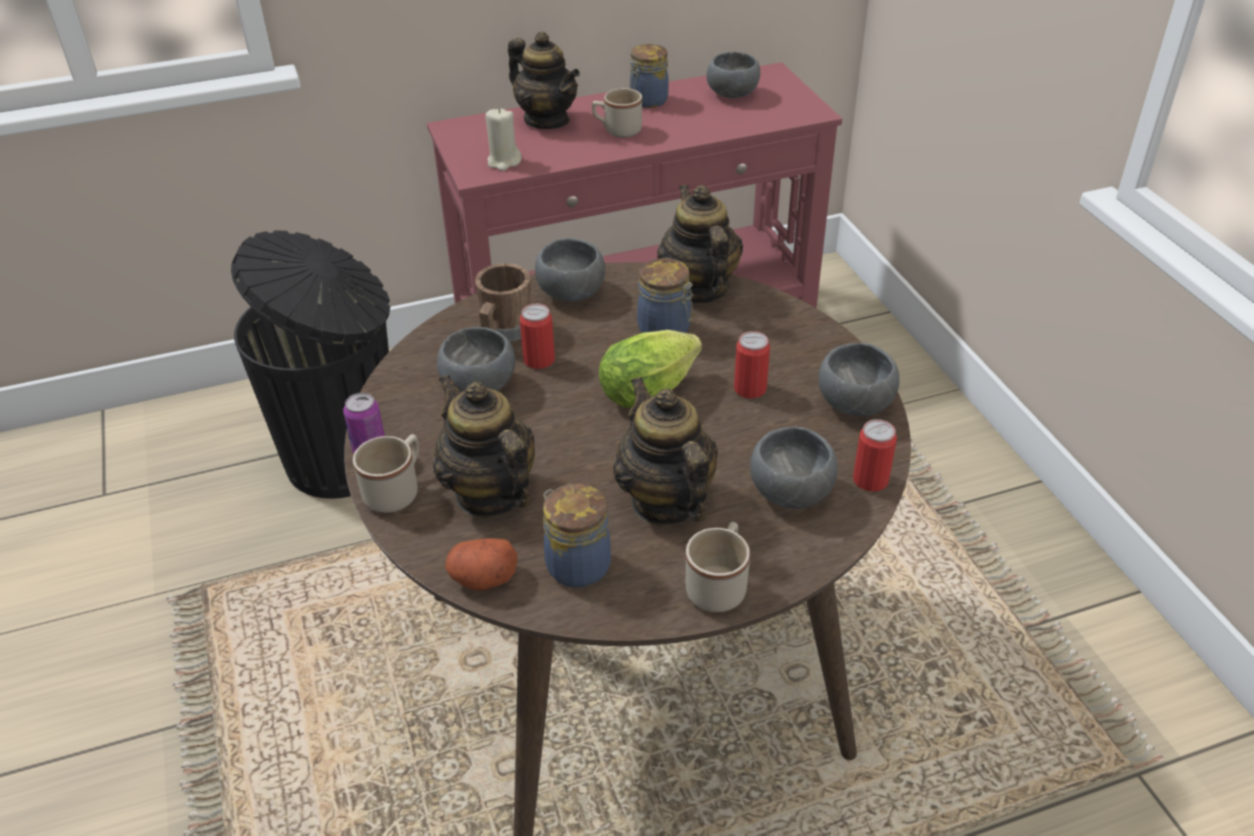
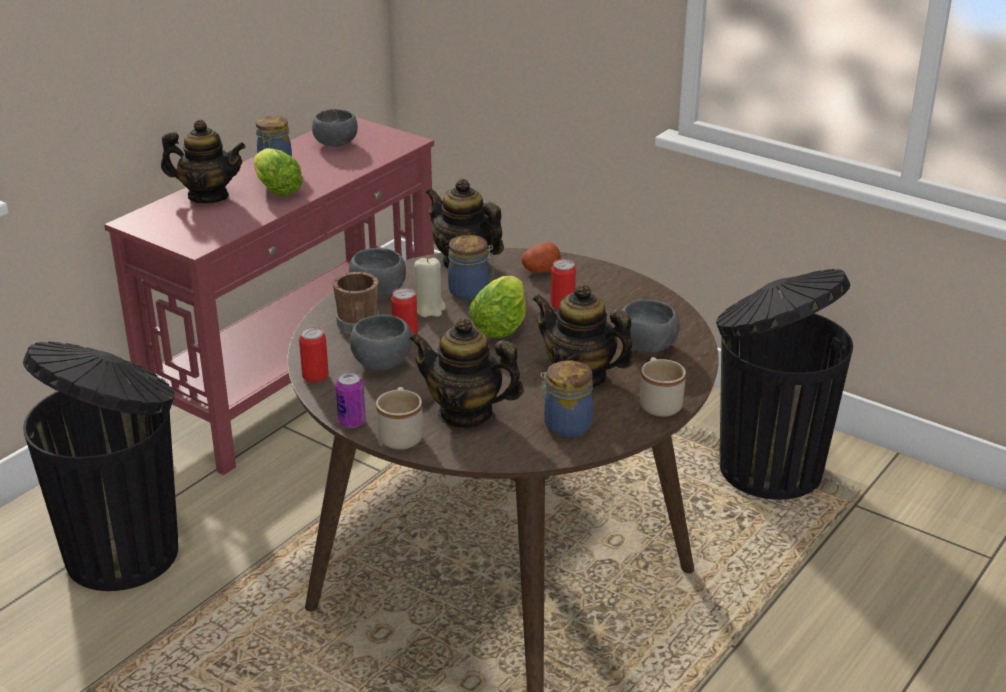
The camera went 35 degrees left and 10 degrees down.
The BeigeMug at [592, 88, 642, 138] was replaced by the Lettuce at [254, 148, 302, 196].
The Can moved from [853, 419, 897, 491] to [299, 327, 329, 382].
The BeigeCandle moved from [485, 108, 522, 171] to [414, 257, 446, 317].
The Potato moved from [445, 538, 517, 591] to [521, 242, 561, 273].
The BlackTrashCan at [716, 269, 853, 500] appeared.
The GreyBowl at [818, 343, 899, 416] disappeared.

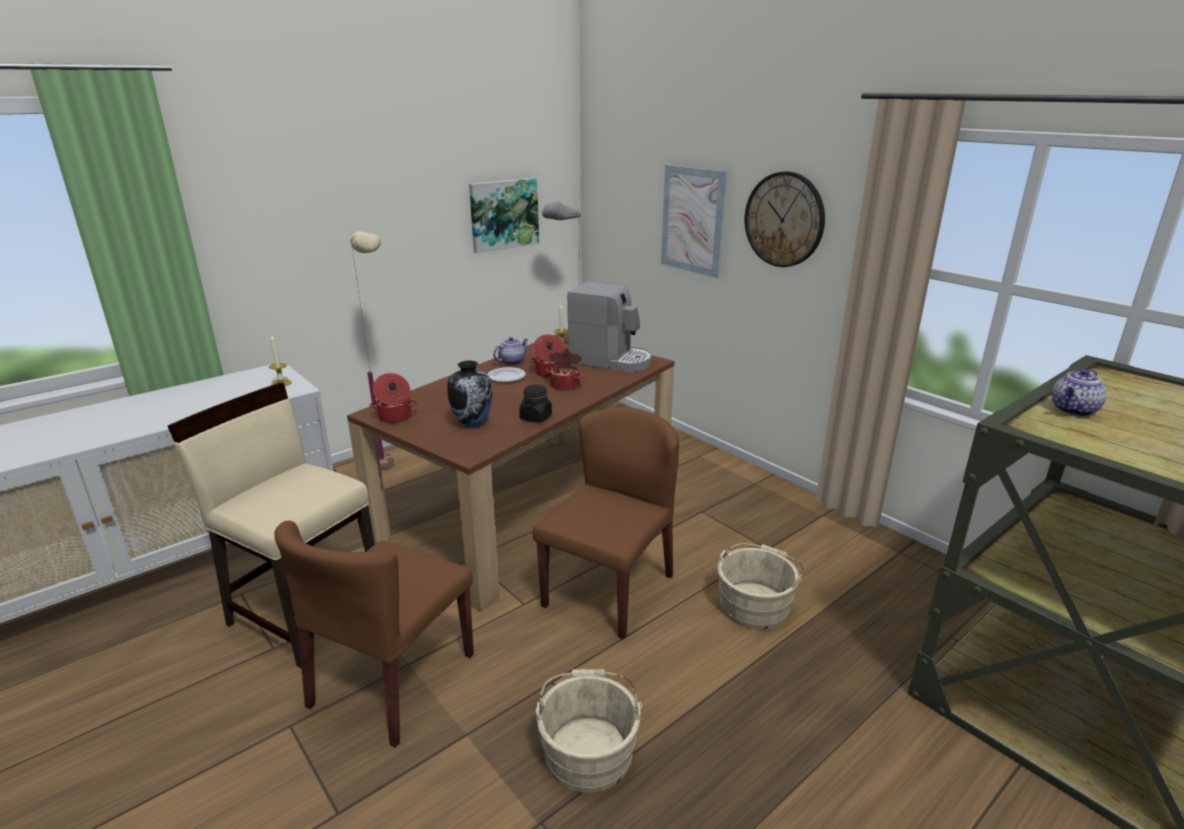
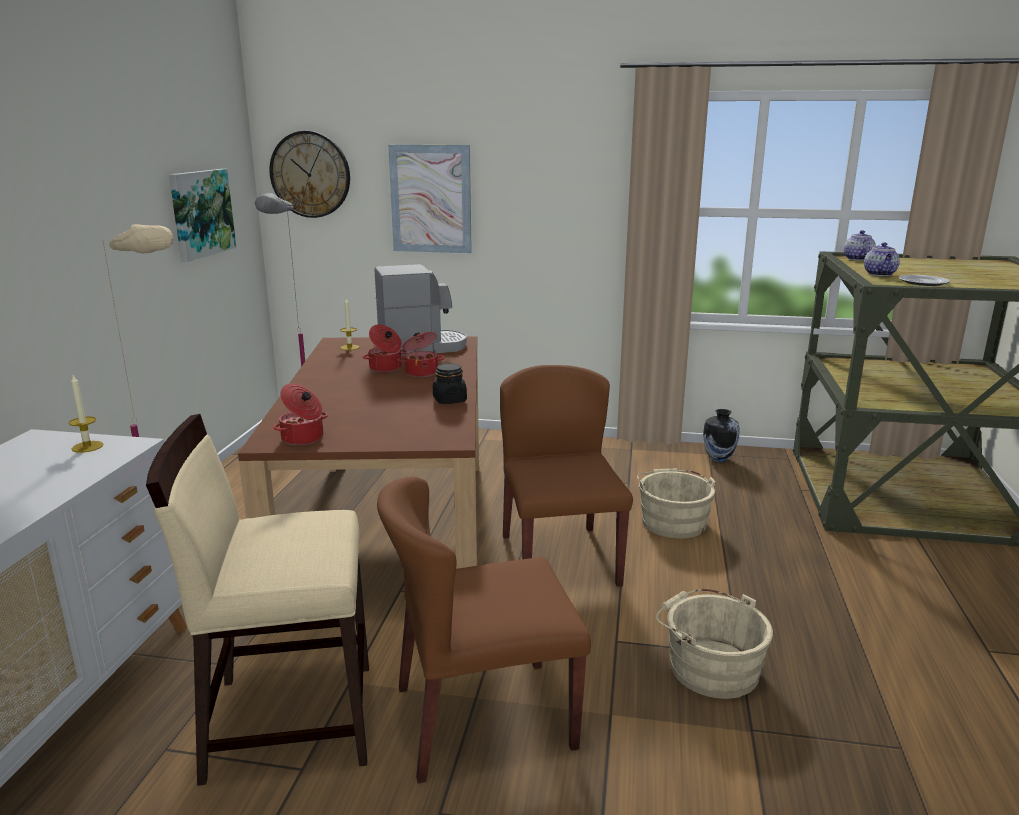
The camera went 40 degrees left and 5 degrees down.
The WallClock moved from [745, 171, 825, 267] to [269, 131, 350, 218].
The BrownChair at [275, 520, 474, 748] turned 90 degrees clockwise.
The Vase moved from [447, 361, 492, 428] to [703, 409, 740, 462].
The Teapot moved from [493, 337, 529, 365] to [844, 230, 876, 261].
The Plate moved from [488, 367, 526, 382] to [898, 275, 950, 286].

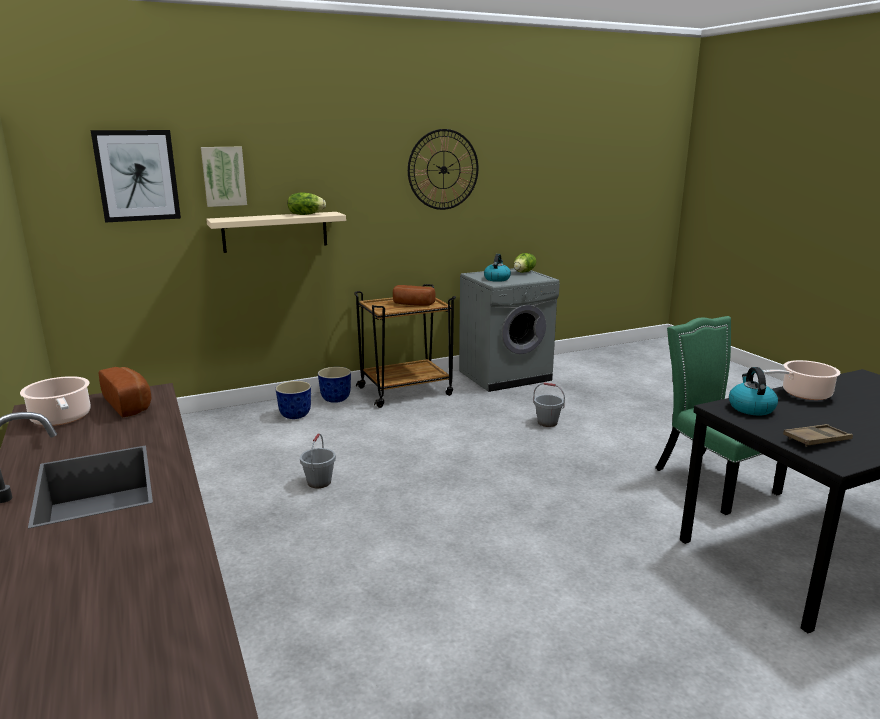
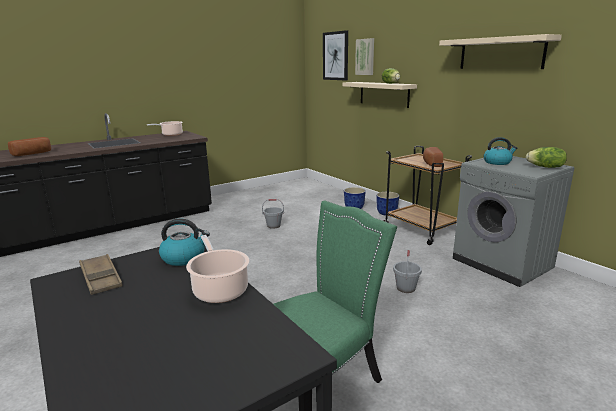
The camera went 80 degrees right and 0 degrees up.
The Bread moved from [98, 367, 152, 417] to [8, 137, 51, 156].
The WallClock at [408, 129, 478, 210] was replaced by the BeigeShelf at [439, 34, 562, 69].

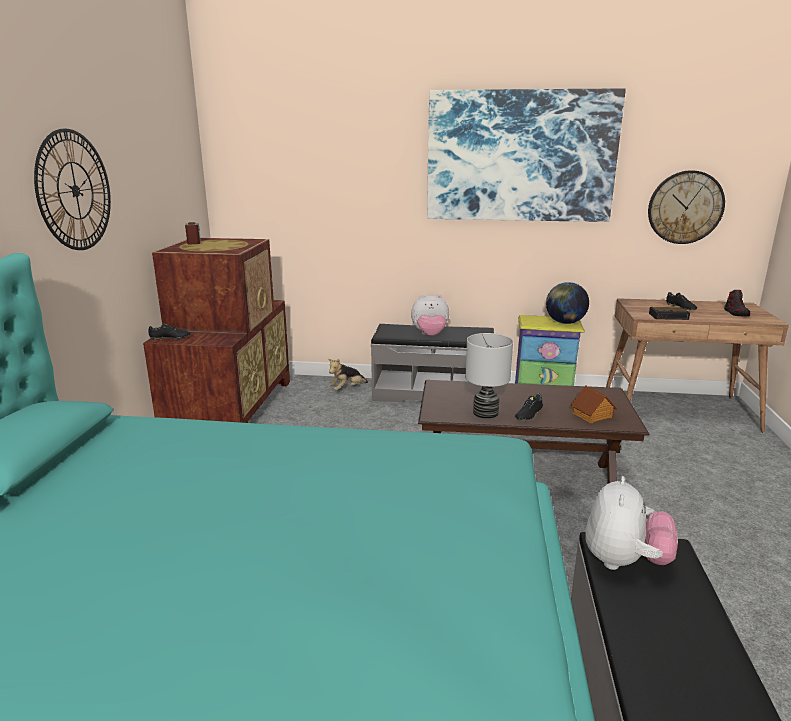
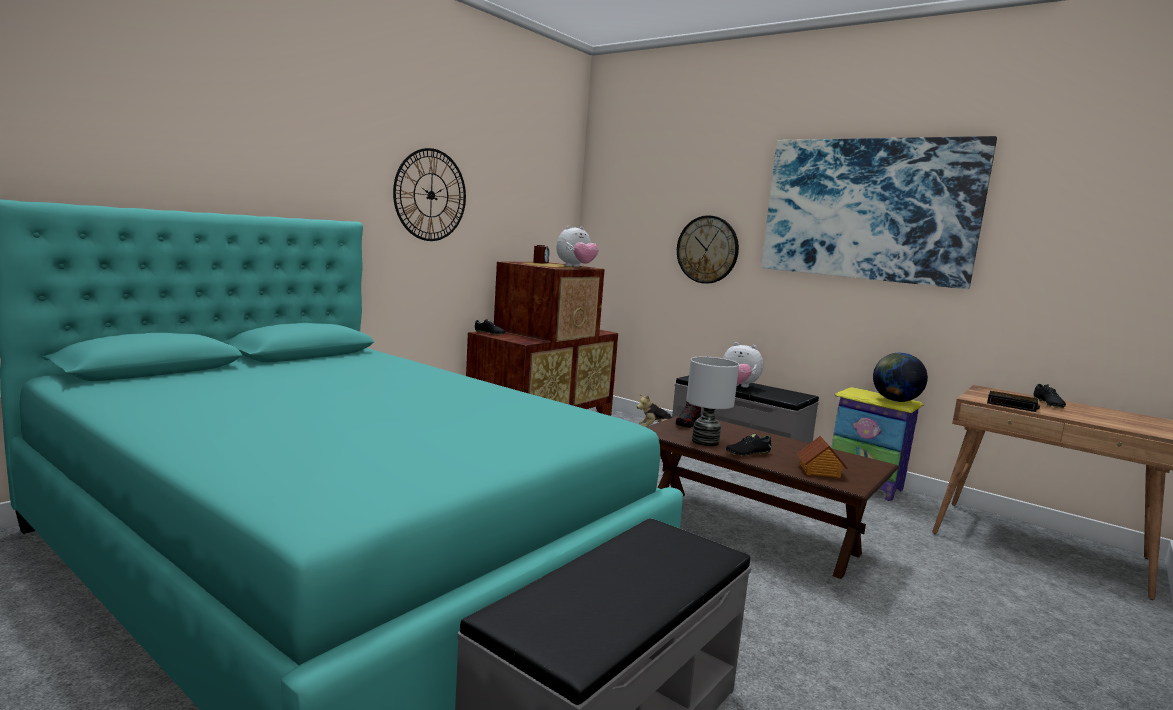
The camera went 30 degrees right and 10 degrees down.
The PlushToy moved from [585, 476, 678, 570] to [556, 225, 599, 267].
The Shoe moved from [724, 290, 750, 317] to [676, 401, 701, 428].
The WallClock moved from [648, 170, 725, 244] to [677, 215, 739, 284].

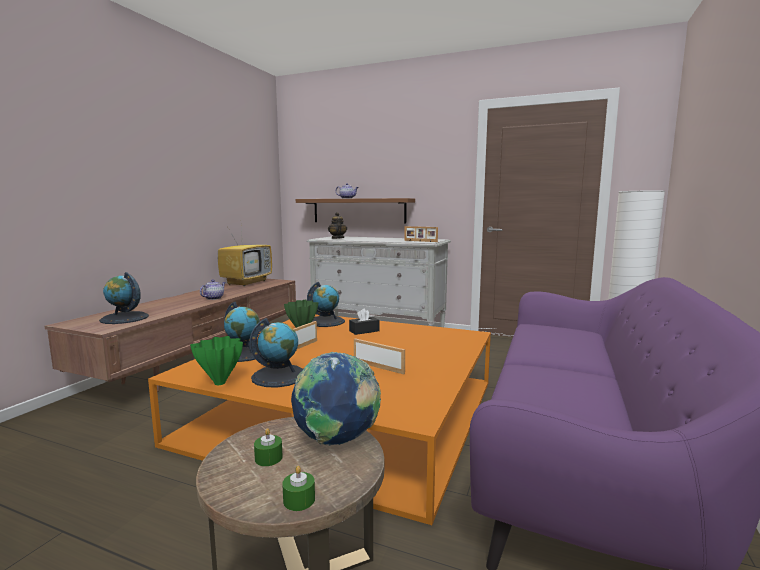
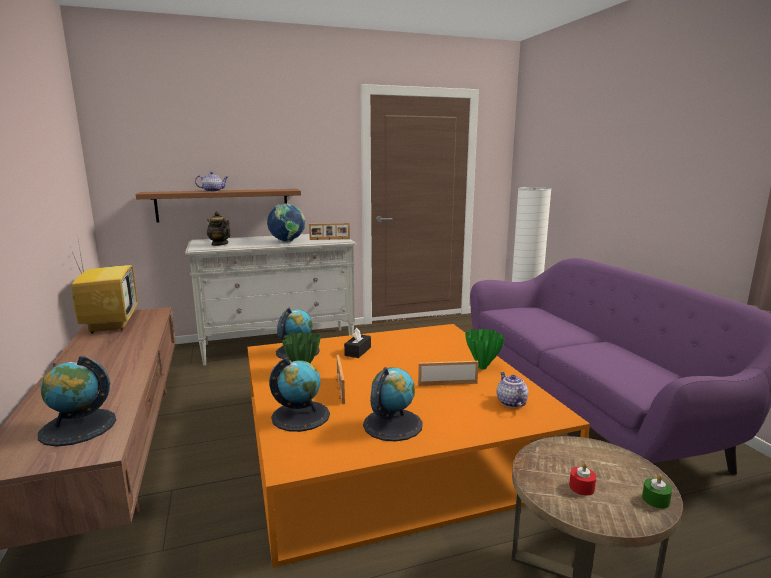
The camera went 40 degrees left and 5 degrees up.
The Globe moved from [291, 352, 381, 446] to [267, 204, 305, 242].
The GreenVase moved from [190, 336, 243, 385] to [465, 329, 505, 370].
The Teapot moved from [200, 280, 226, 300] to [496, 372, 529, 408].
The GreenCandle at [254, 428, 283, 466] became the RedCandle at [569, 462, 596, 496].

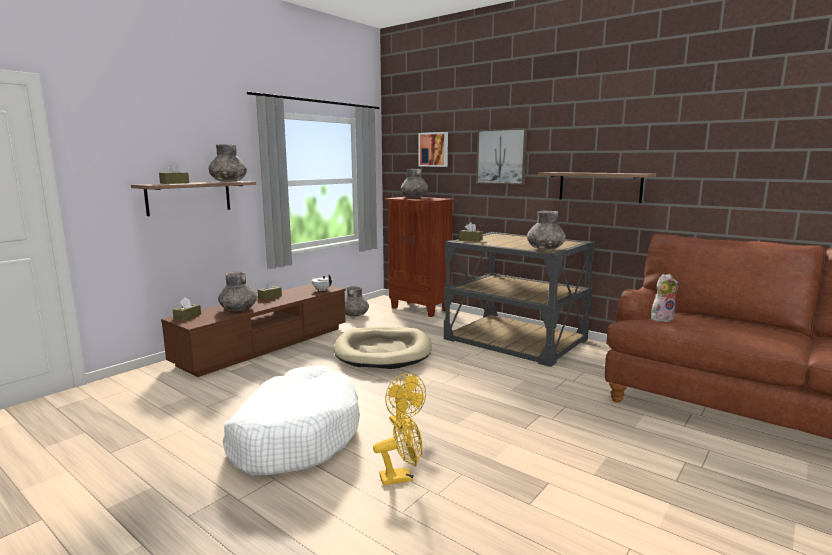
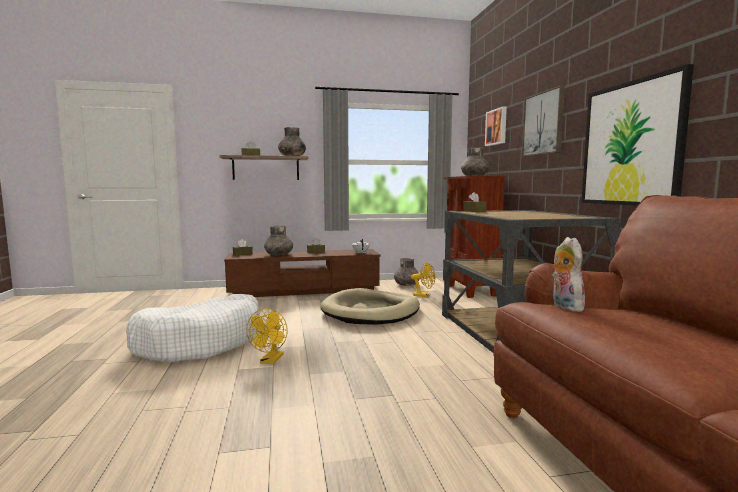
The camera went 40 degrees right and 5 degrees down.
The YellowFan moved from [373, 412, 423, 485] to [411, 262, 435, 297].
The PlushToy at [651, 274, 679, 322] turned 120 degrees counterclockwise.
The Shelf at [538, 172, 656, 203] was replaced by the Picture at [581, 64, 694, 206].
The GreyVase at [527, 211, 566, 250] disappeared.

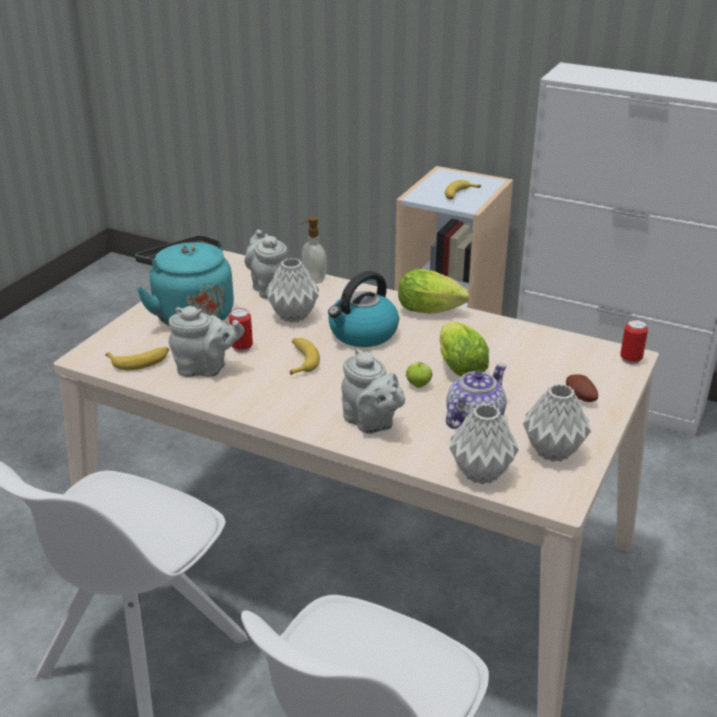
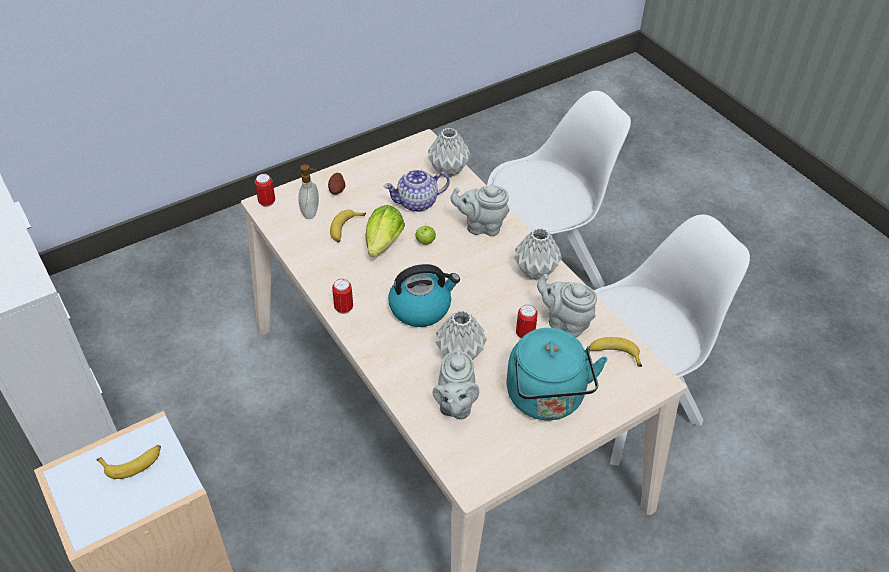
The camera went 150 degrees left and 15 degrees up.
The SoapDispenser moved from [301, 216, 327, 284] to [298, 165, 319, 219].
The Banana moved from [290, 338, 320, 375] to [330, 210, 366, 242].
The Lettuce at [398, 269, 470, 314] was replaced by the Can at [332, 279, 353, 314].
The GreyTeapot at [341, 349, 405, 434] turned 75 degrees counterclockwise.
The GreyVase moved from [523, 383, 591, 462] to [514, 228, 562, 281].

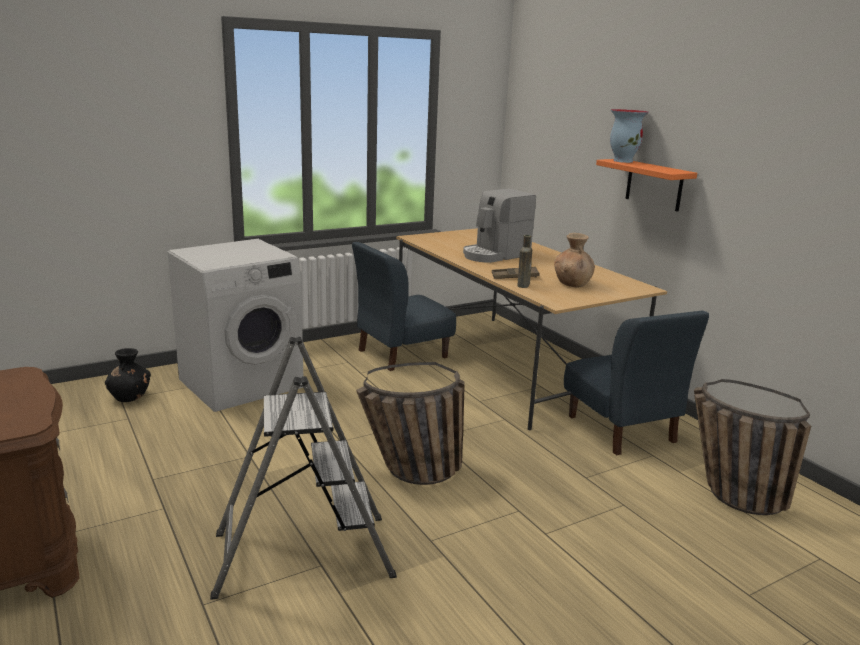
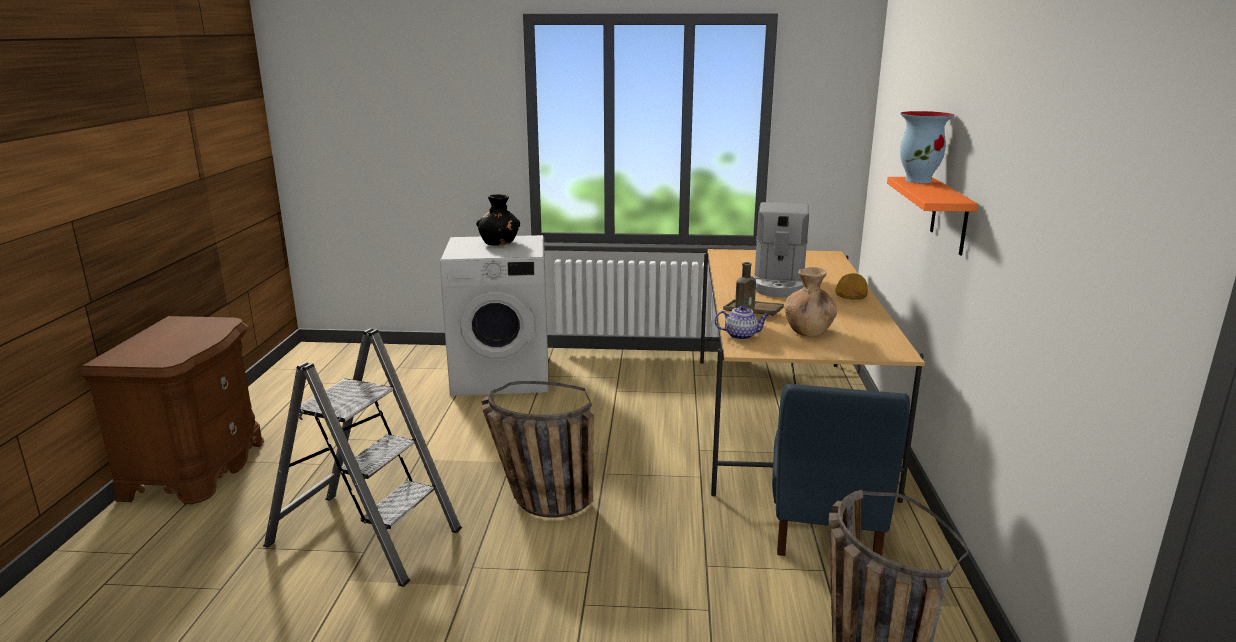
The camera went 35 degrees right and 0 degrees up.
The BlackVase moved from [105, 348, 151, 402] to [476, 194, 520, 245].
The Teapot at [714, 305, 770, 340] appeared.
The CoffeeMachine at [463, 189, 536, 263] turned 75 degrees counterclockwise.
The Bread at [835, 273, 868, 300] appeared.
The BlueChair at [352, 242, 456, 371] disappeared.

